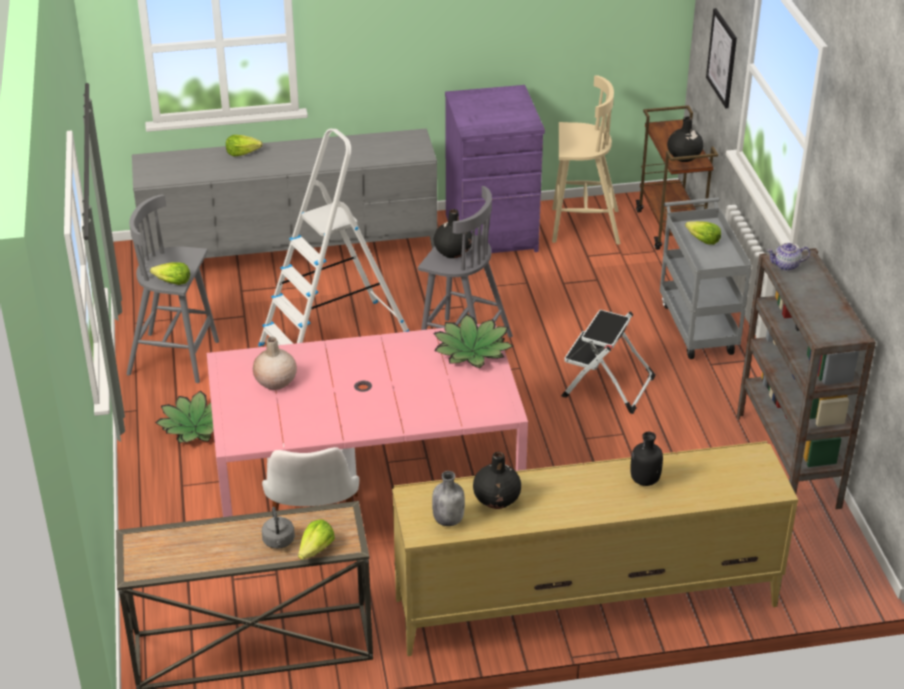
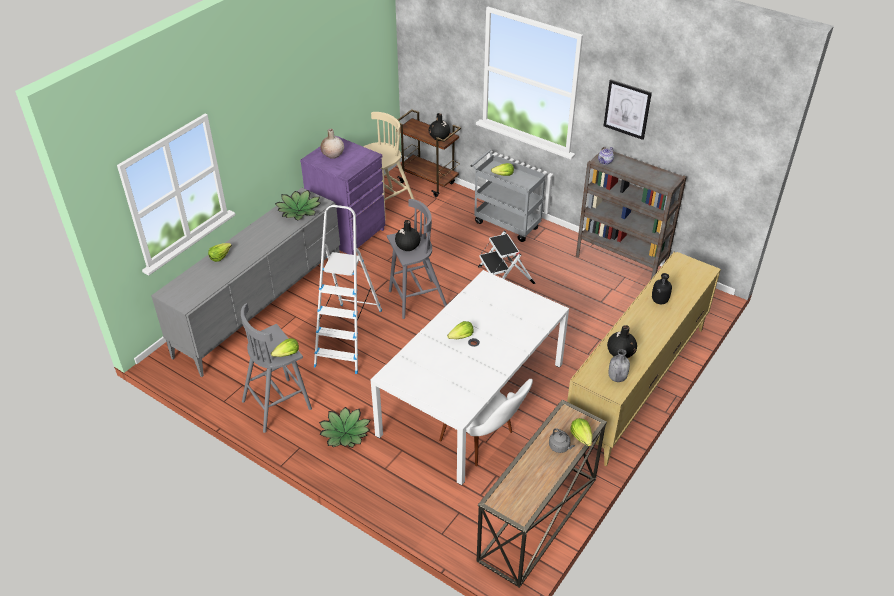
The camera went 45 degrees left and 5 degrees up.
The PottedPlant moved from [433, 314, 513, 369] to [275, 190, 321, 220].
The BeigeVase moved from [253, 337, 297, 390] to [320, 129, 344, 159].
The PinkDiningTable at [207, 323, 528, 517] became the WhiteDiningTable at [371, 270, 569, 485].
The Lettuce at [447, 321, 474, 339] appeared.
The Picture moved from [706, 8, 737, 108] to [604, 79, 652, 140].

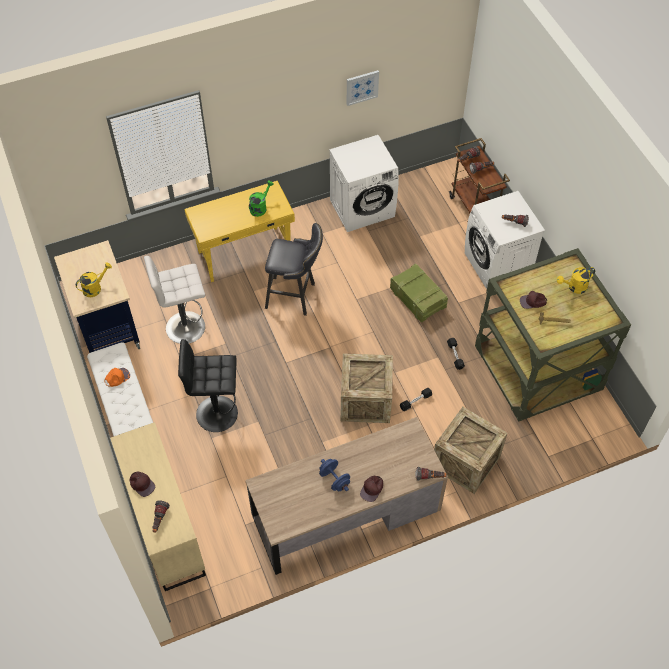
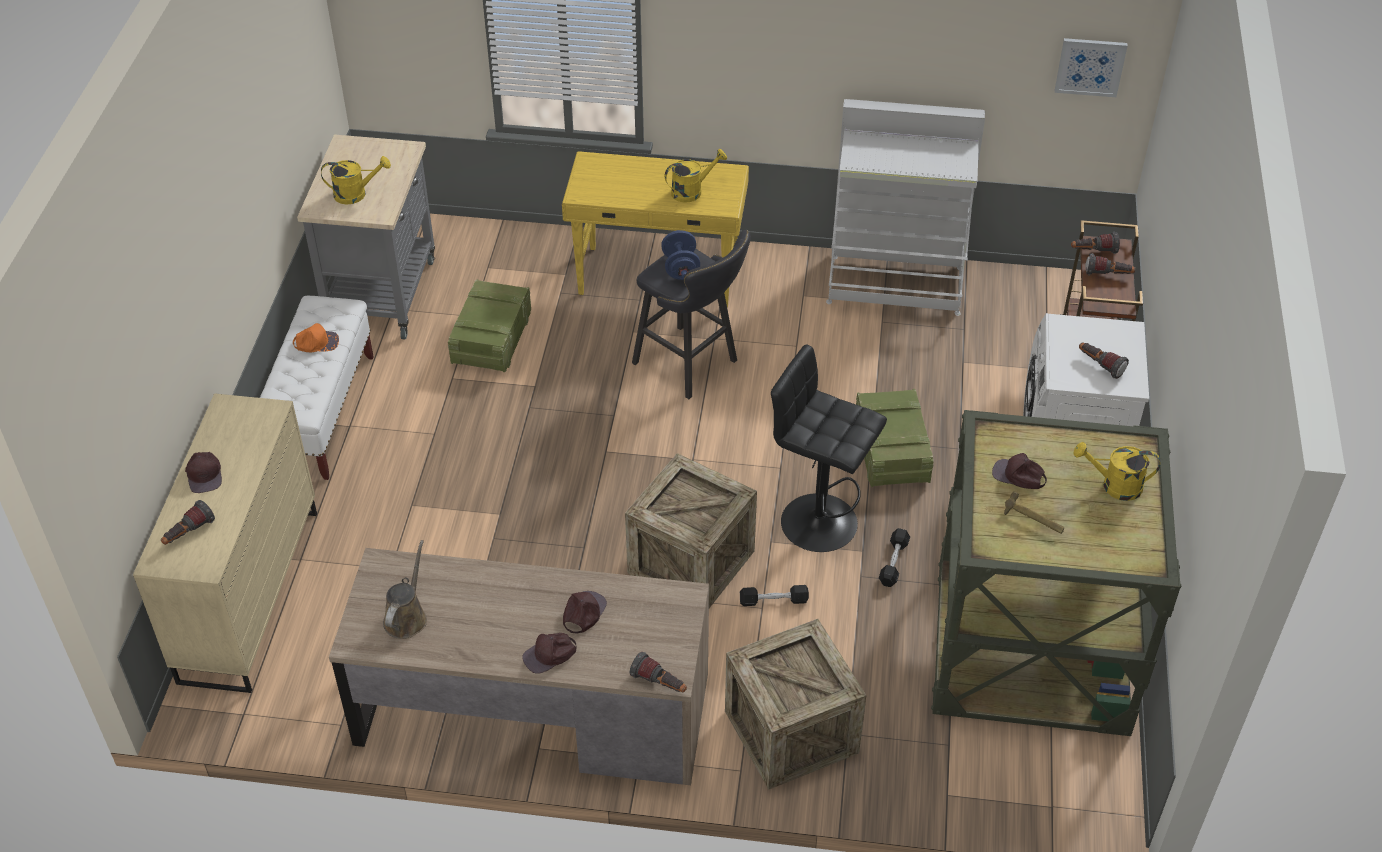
The camera went 30 degrees right and 10 degrees down.
The BlueCart at [54, 240, 140, 353] became the GreyCart at [297, 134, 435, 339].
The BrownWateringCan at [383, 540, 427, 639] appeared.
The WhiteStool at [144, 256, 205, 344] was replaced by the Crate at [448, 279, 531, 372].
The BrownCap at [563, 591, 607, 633] appeared.
The BlueDumbbell moved from [319, 459, 350, 492] to [661, 230, 700, 280].
The GreenWateringCan at [249, 181, 274, 217] became the YellowWateringCan at [665, 149, 727, 202].
The BlackStool moved from [178, 339, 238, 432] to [771, 344, 887, 552].
The WhiteWashingMachine at [329, 135, 399, 232] was replaced by the WhiteShoeRack at [826, 99, 985, 316].
The Picture moved from [347, 70, 379, 106] to [1055, 38, 1128, 97].

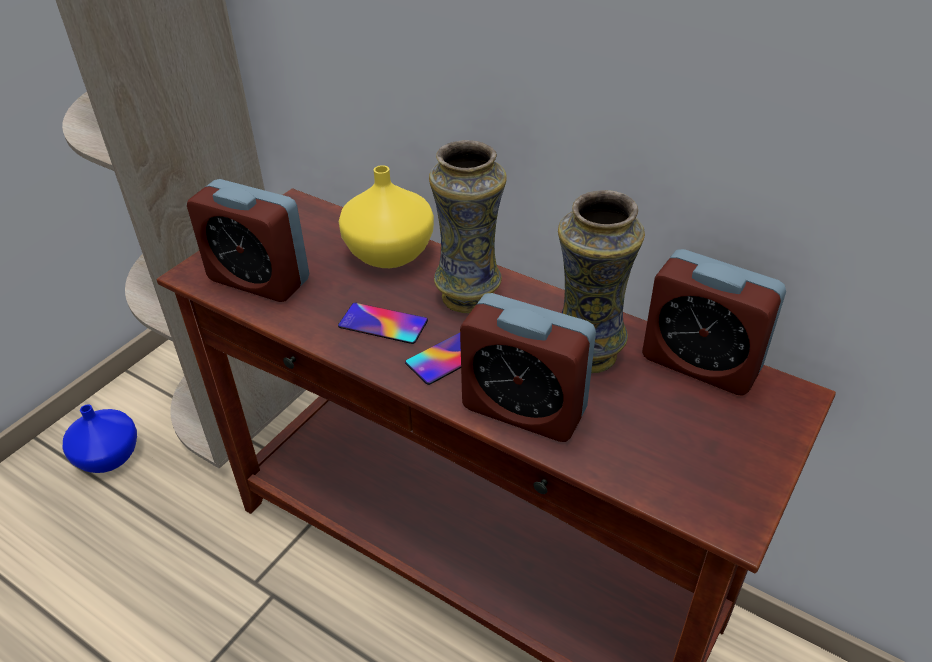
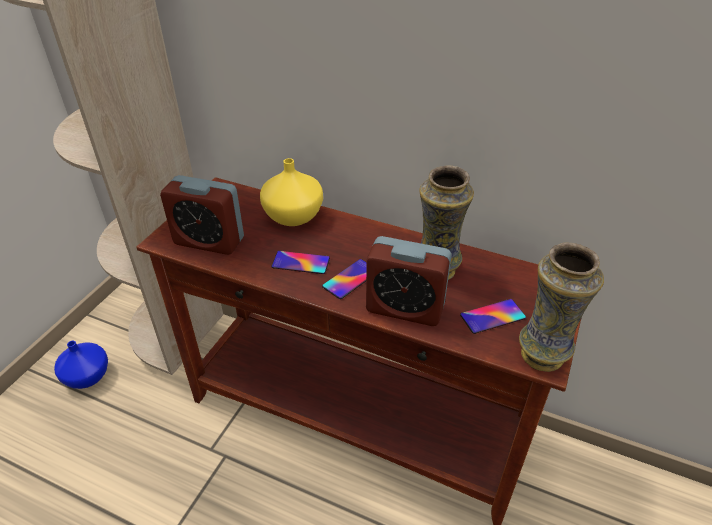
The camera went 10 degrees left and 0 degrees up.
The Phone at [460, 299, 526, 334] appeared.
The Vase moved from [429, 140, 507, 313] to [519, 243, 604, 372].
The AlarmClock at [642, 249, 786, 396] disappeared.

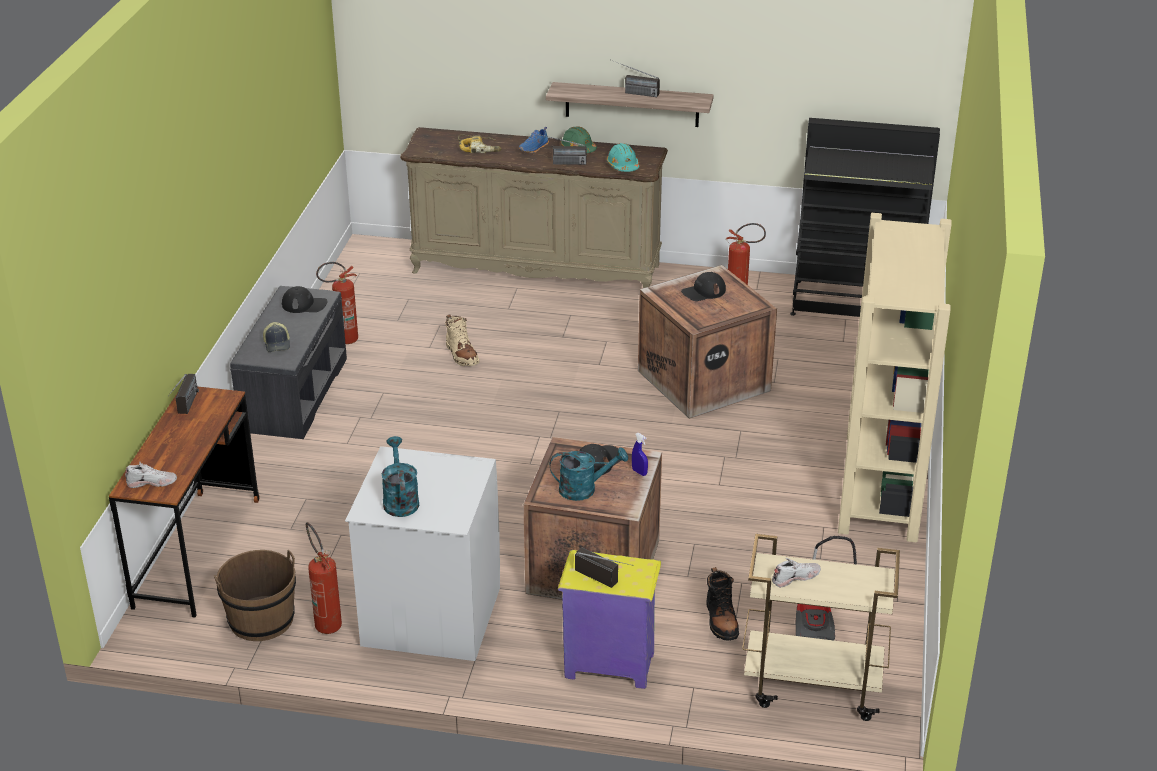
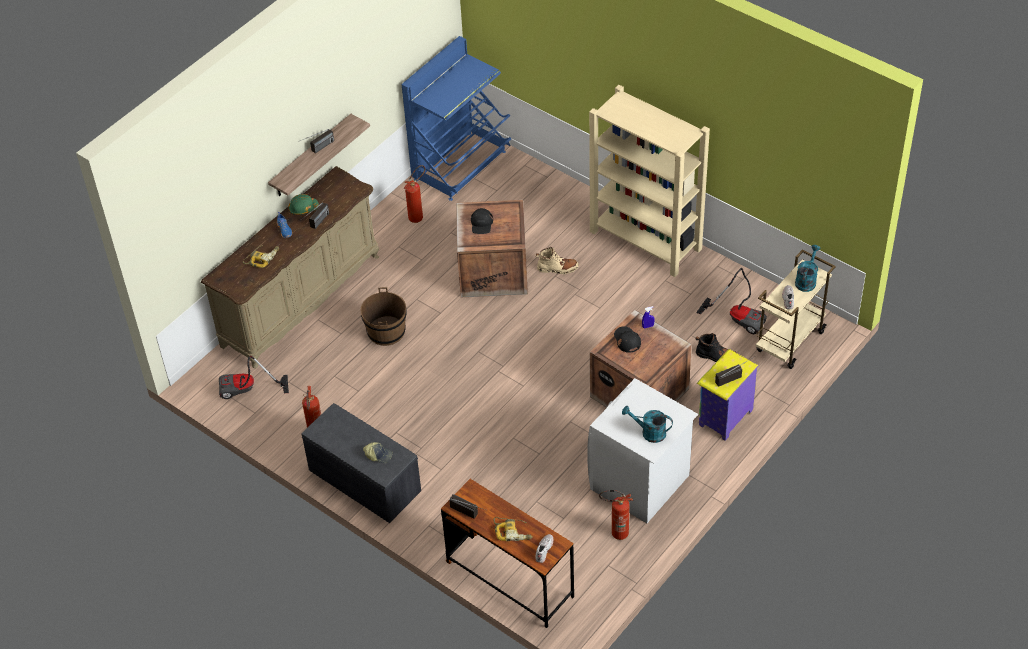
The camera went 60 degrees left and 15 degrees up.
The VacuumCleaner at [219, 356, 289, 399] appeared.
The BrownBucket moved from [214, 550, 296, 641] to [360, 287, 407, 346].
The BlackShoeRack at [790, 118, 940, 317] became the BlueShoeRack at [401, 36, 511, 201].
The PowerDrill at [493, 517, 533, 541] appeared.
The BeigeBoot moved from [445, 314, 480, 366] to [536, 247, 579, 274].
The TurquoiseWateringCan moved from [550, 447, 628, 501] to [795, 245, 820, 292].
The BlackCap at [282, 286, 328, 313] disappeared.
The TurquoiseHardHat at [607, 143, 639, 172] disappeared.

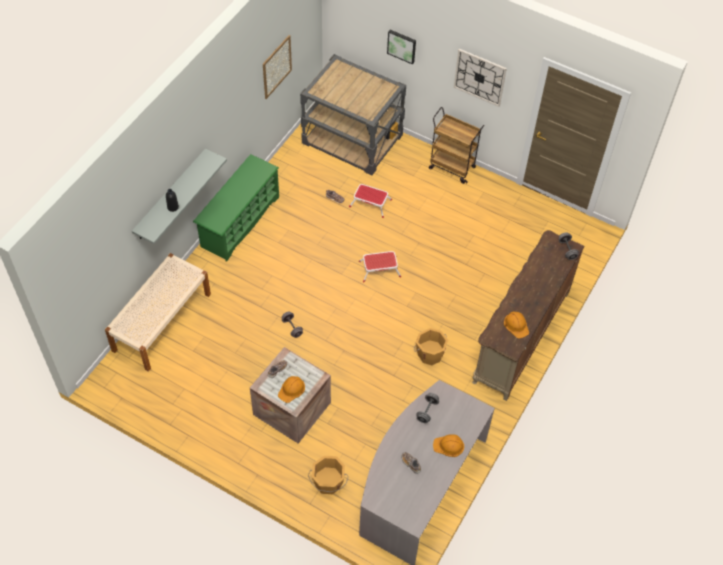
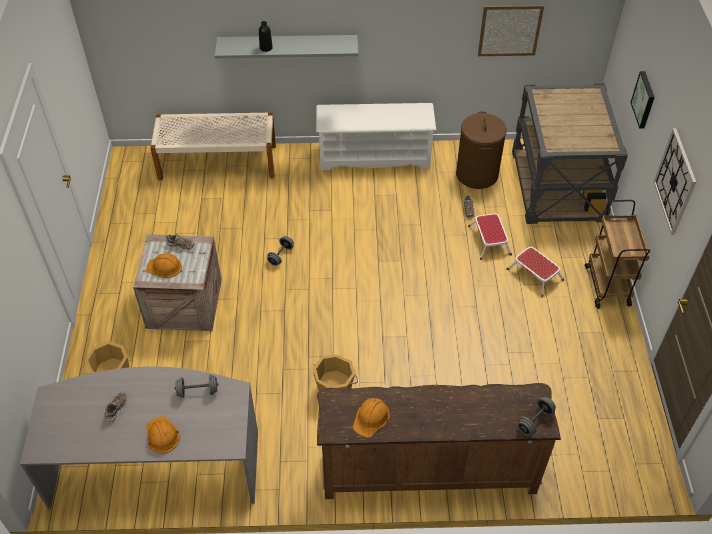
The camera went 60 degrees right and 5 degrees down.
The GreenShoeRack at [193, 154, 279, 262] became the WhiteShoeRack at [316, 103, 436, 171].
The BrownLaundryBasket at [456, 111, 507, 189] appeared.
The RedStepLadder moved from [359, 251, 401, 282] to [506, 247, 564, 298].

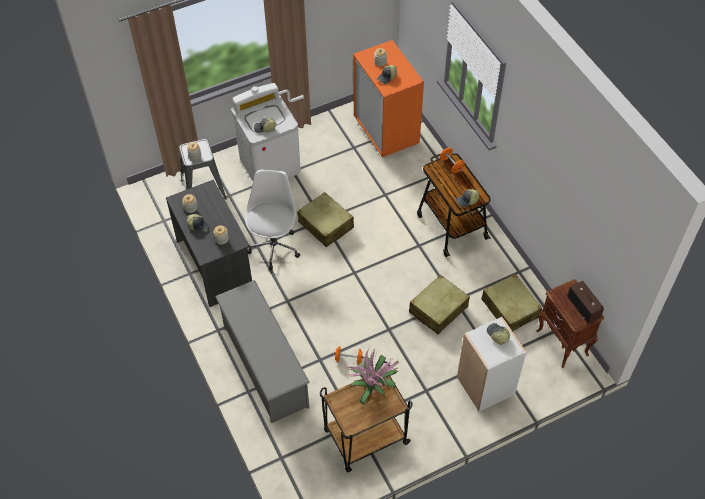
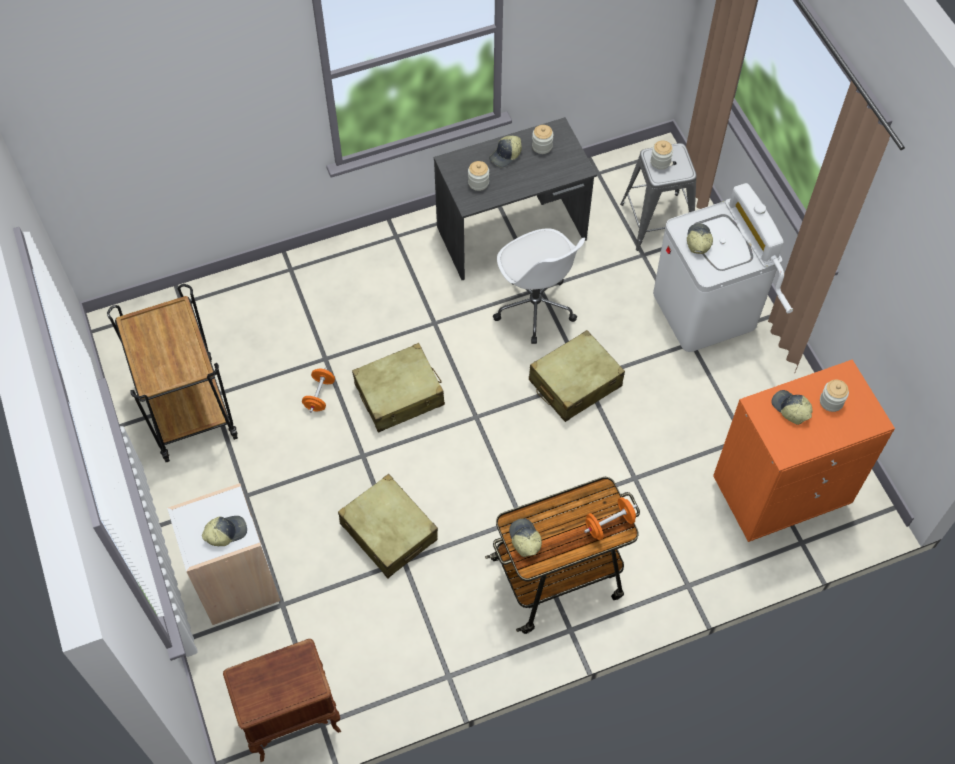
The camera went 95 degrees right and 5 degrees up.
The BeigeSuitcase moved from [481, 274, 542, 331] to [352, 343, 445, 433].
The WhiteOfficeChair at [245, 170, 300, 270] turned 45 degrees clockwise.
The GreyShoeRack at [215, 280, 310, 423] disappeared.
The PottedPlant at [347, 347, 399, 407] disappeared.
The Radio at [567, 281, 604, 324] disappeared.

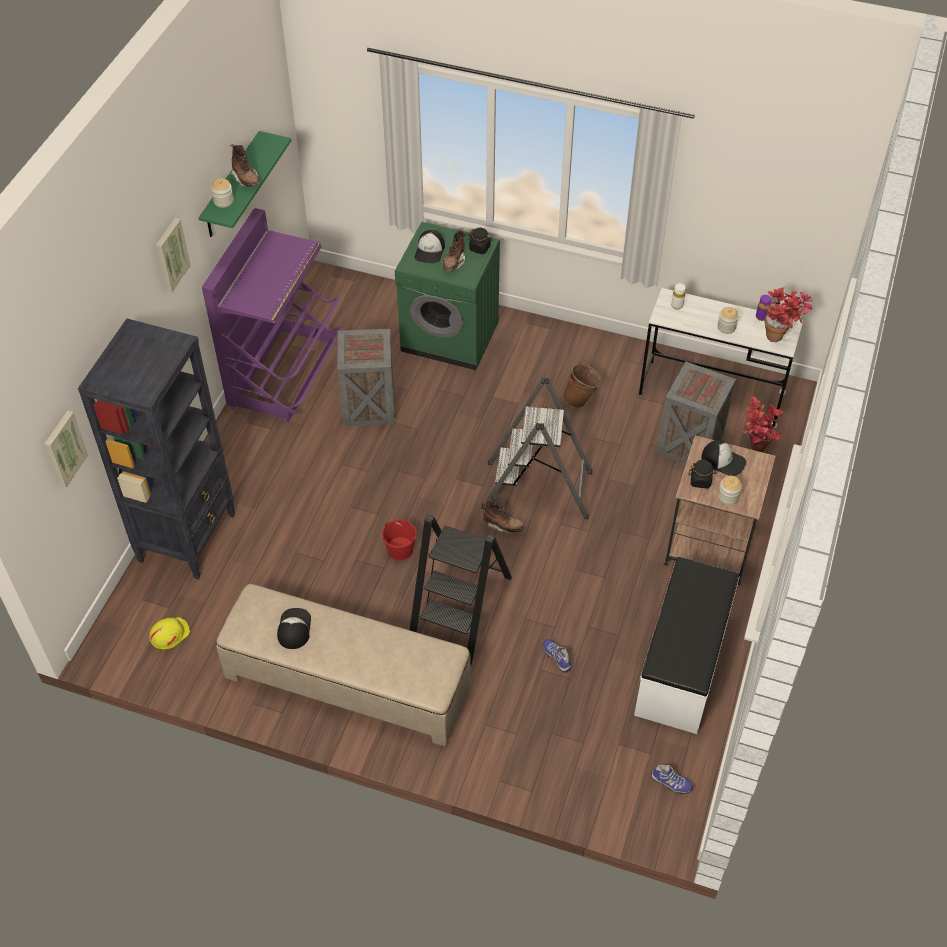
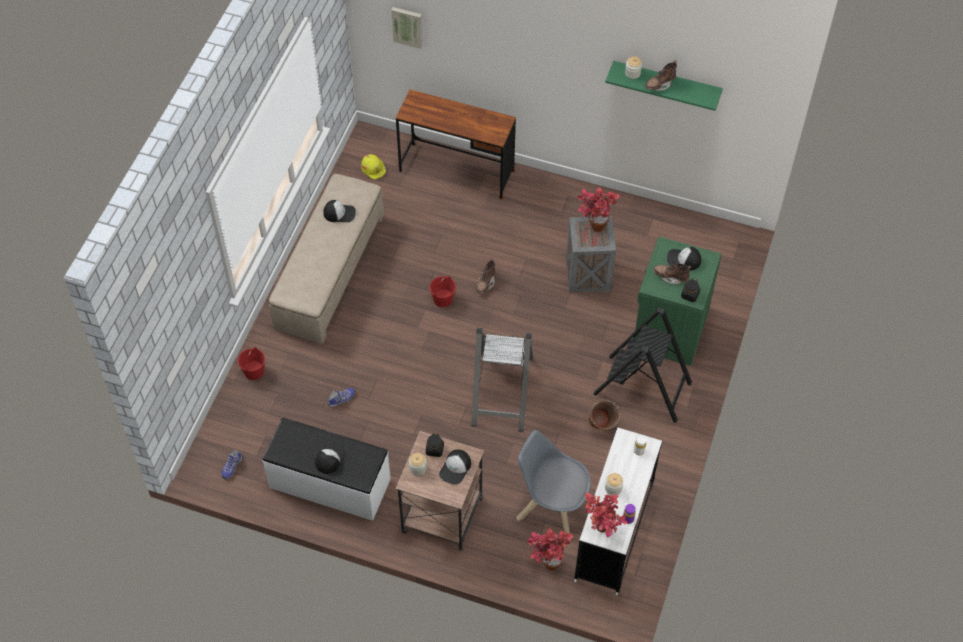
The camera went 90 degrees right and 5 degrees up.
The RedBucket at [238, 347, 265, 380] appeared.
The Cap at [315, 442, 347, 474] appeared.
The BlackBookcase at [78, 318, 235, 580] was replaced by the BrownDesk at [396, 90, 516, 199].
The BrownBoot moved from [483, 499, 525, 534] to [476, 258, 495, 294].
The Crate at [656, 362, 736, 464] was replaced by the GreyChair at [516, 430, 591, 542].
The PottedPlant at [577, 187, 620, 232] appeared.
The BlackStepLadder moved from [410, 514, 512, 666] to [593, 308, 692, 423].
The Picture at [156, 218, 191, 292] disappeared.
The PurpleShoeRack at [202, 208, 343, 425] disappeared.

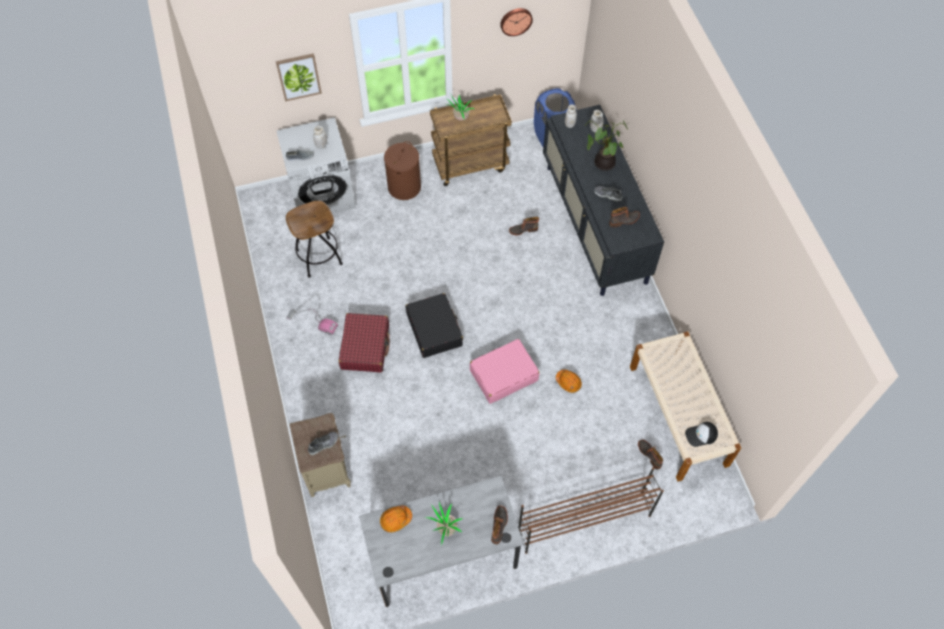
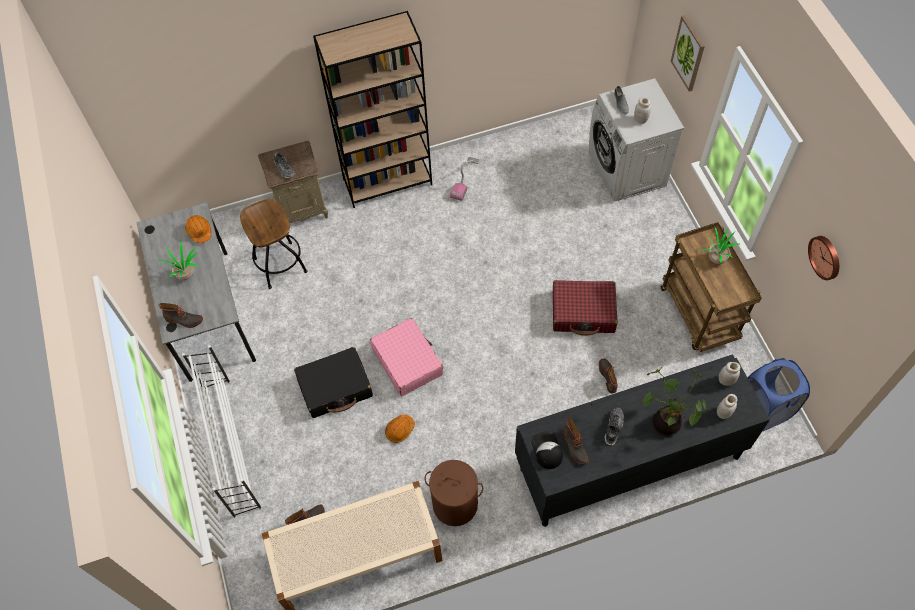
The camera went 90 degrees right and 0 degrees up.
The BrownShoeRack at [518, 467, 664, 554] became the WhiteShoeRack at [182, 345, 262, 518].
The BrownStool moved from [286, 201, 343, 278] to [240, 199, 307, 289].
The BlackSuitcase moved from [406, 293, 463, 358] to [294, 347, 373, 418].
The BeigeBookcase at [313, 11, 432, 208] appeared.
The BrownLaundryBasket moved from [384, 141, 421, 200] to [425, 460, 483, 526].
The Cap moved from [685, 422, 718, 447] to [531, 431, 563, 469].
The RedSuitcase moved from [338, 313, 390, 373] to [553, 280, 618, 336].

